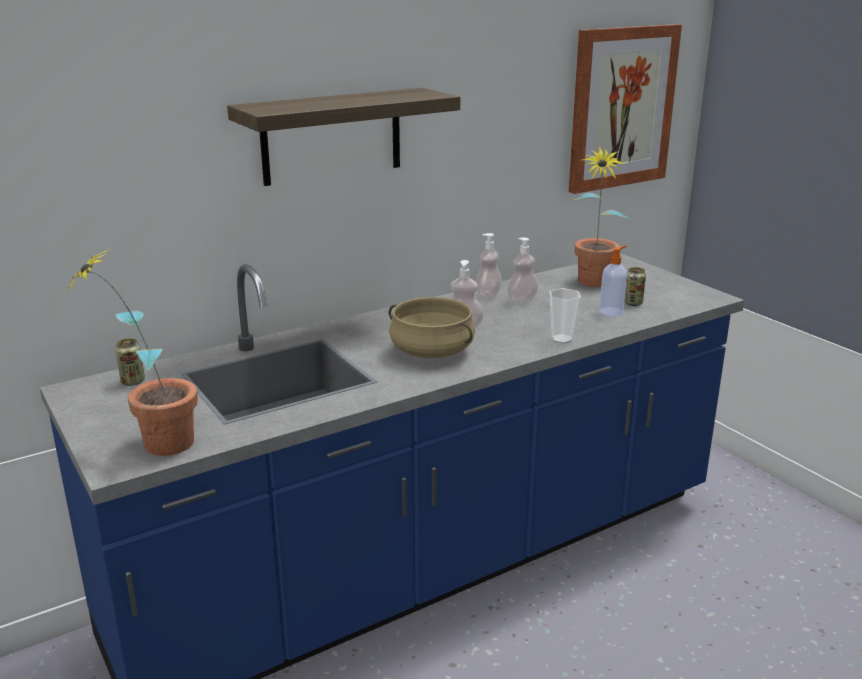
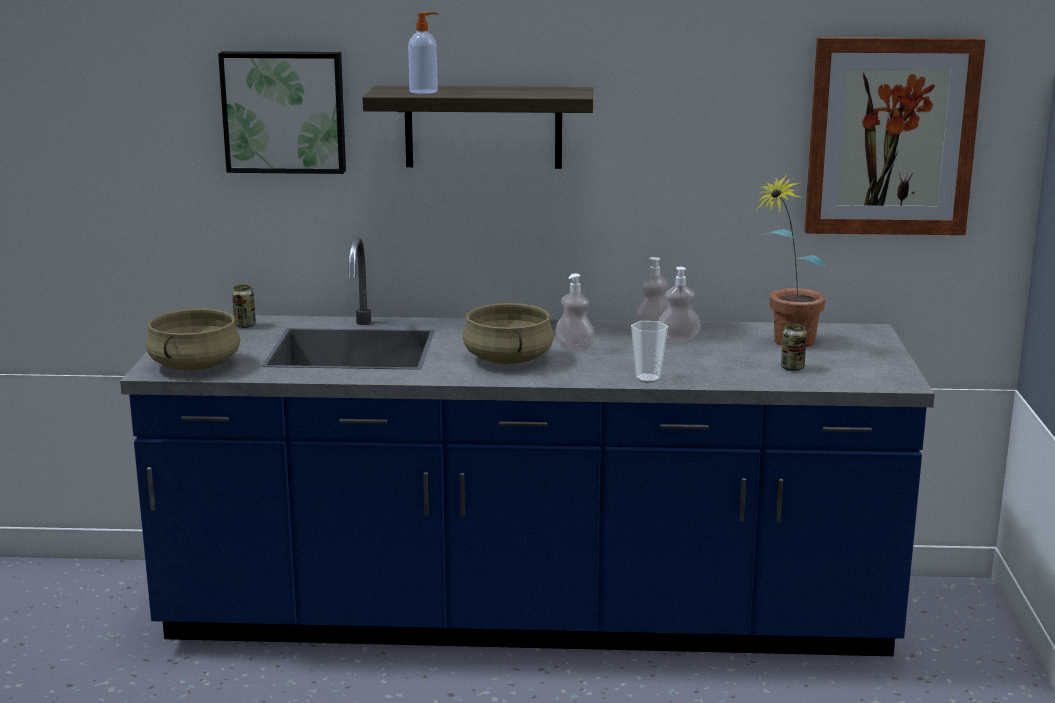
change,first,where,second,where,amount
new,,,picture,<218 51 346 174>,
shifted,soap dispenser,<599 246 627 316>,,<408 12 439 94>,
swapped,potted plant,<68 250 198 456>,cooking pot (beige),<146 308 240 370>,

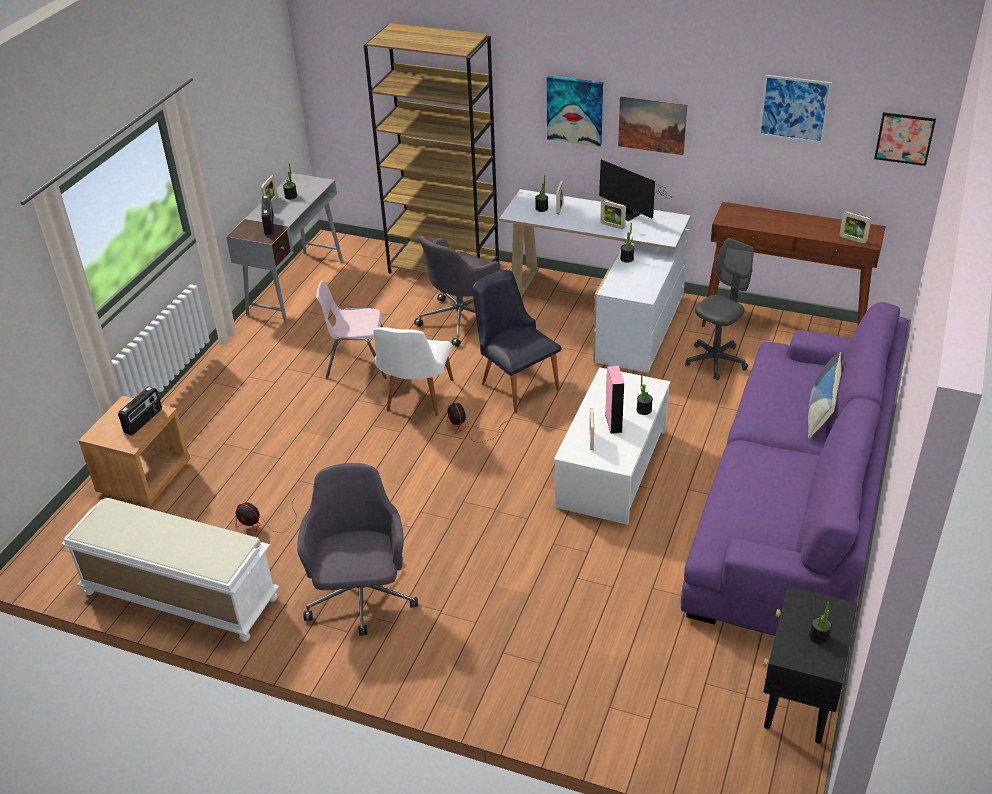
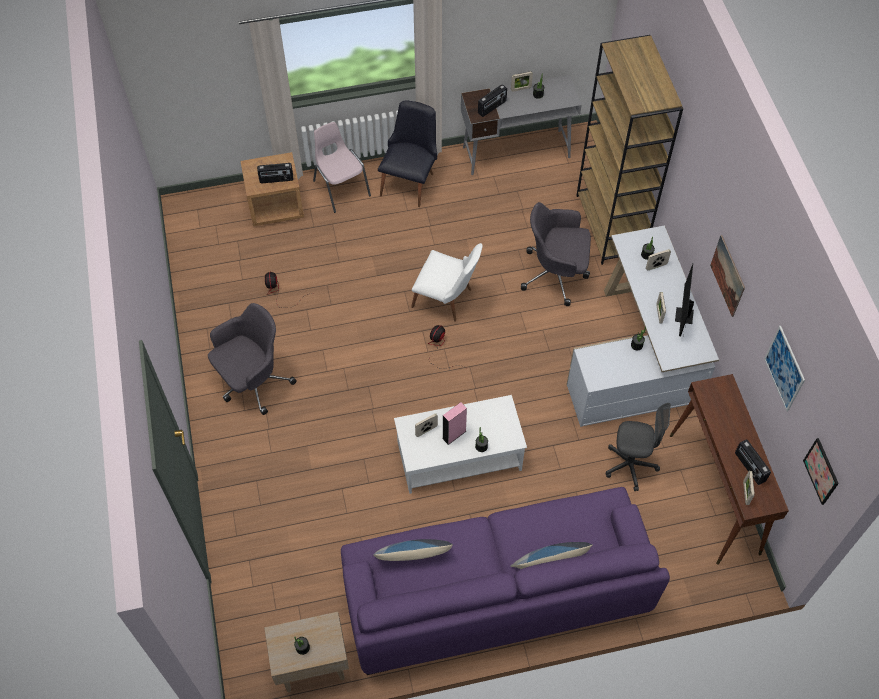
change,first,where,second,where,amount
gone,bench (white),<61 498 279 642>,,,
gone,picture,<547 75 603 147>,,,
new,,,pillow,<373 539 453 561>,
new,,,radio,<735 439 771 485>,
shifted,chair (pink),<316 281 387 379>,,<313 122 371 213>,
shifted,chair (black),<472 270 561 414>,,<378 100 437 207>,
repainted,side table (black),<763 586 857 744>,side table (beige),<264 612 349 692>,
rotated,chair (white),<373 327 453 416>,,<411 243 483 322>,135 degrees counterclockwise

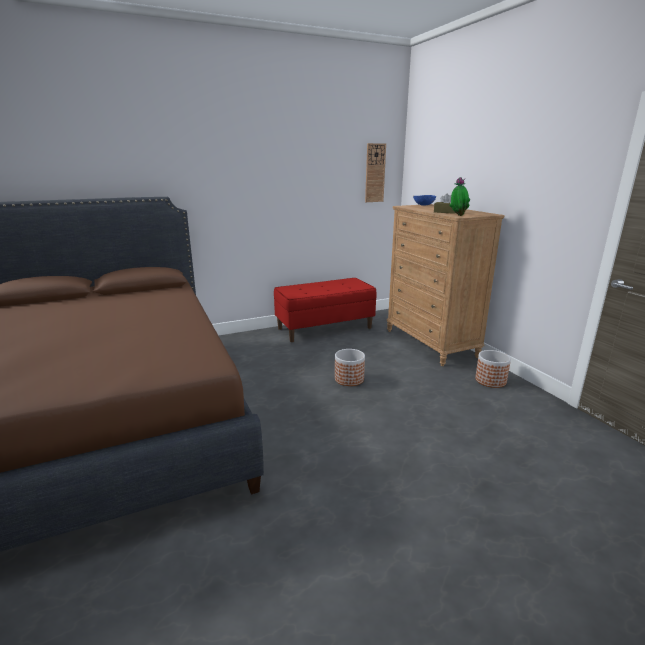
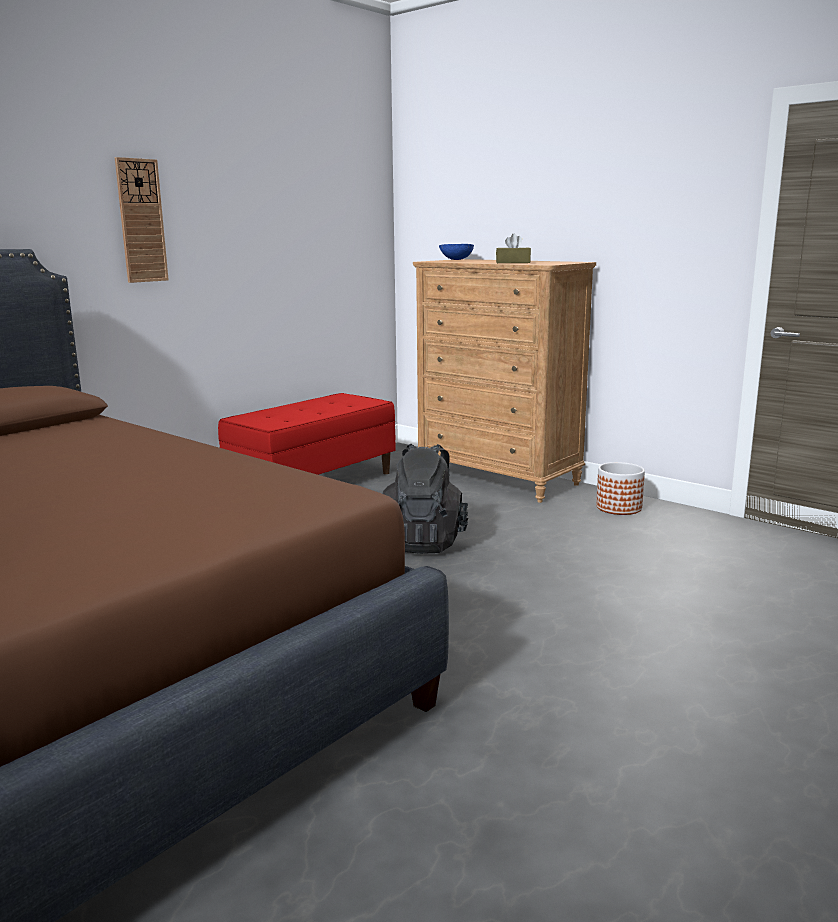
change,first,where,second,where,amount
gone,potted plant,<449 177 470 216>,,,
shifted,wall clock,<365 143 386 202>,,<115 157 169 283>,
swapped,planter,<335 349 365 386>,backpack (black),<383 444 469 554>,

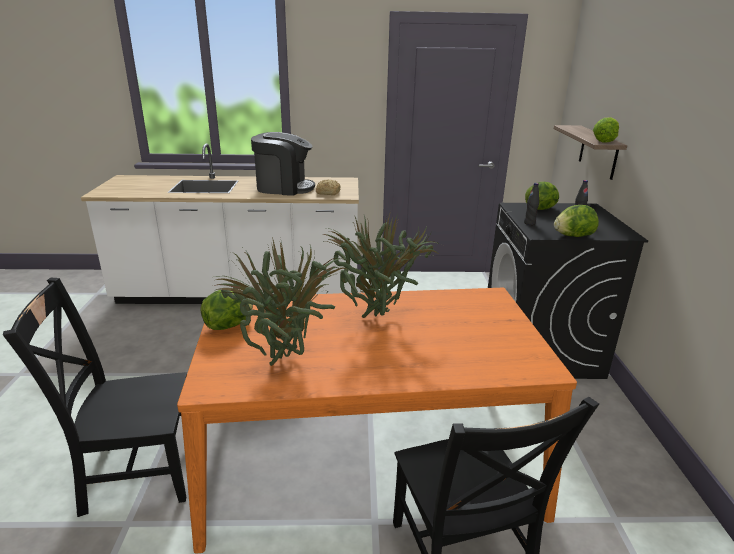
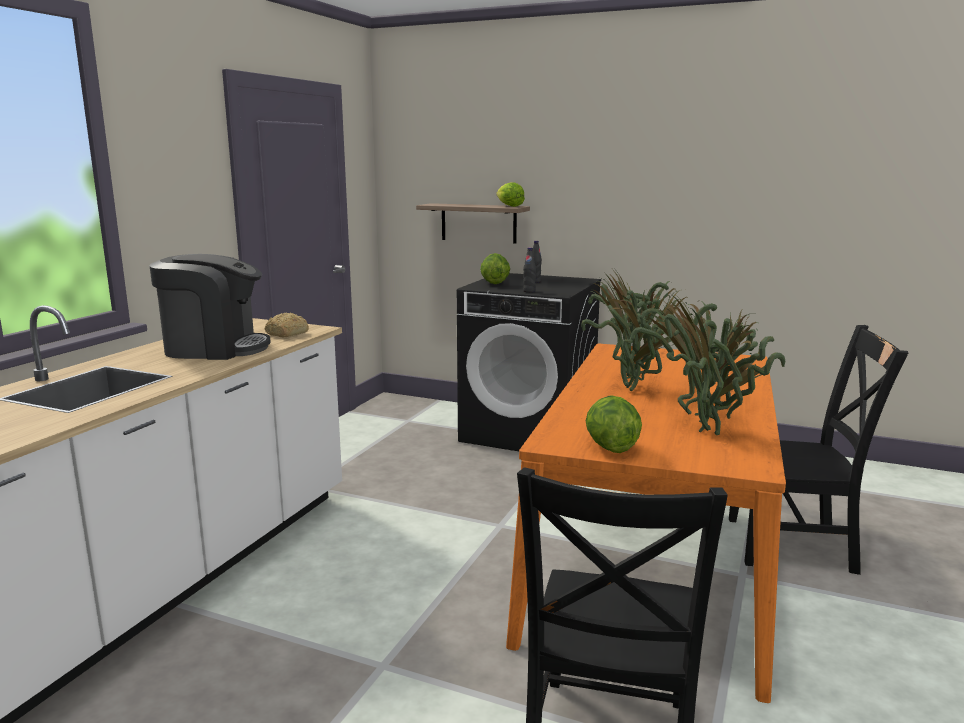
change,first,where,second,where,amount
gone,lettuce,<554 205 599 237>,,,
rotated,coffee machine,<251 132 315 196>,,<149 254 271 360>,60 degrees clockwise

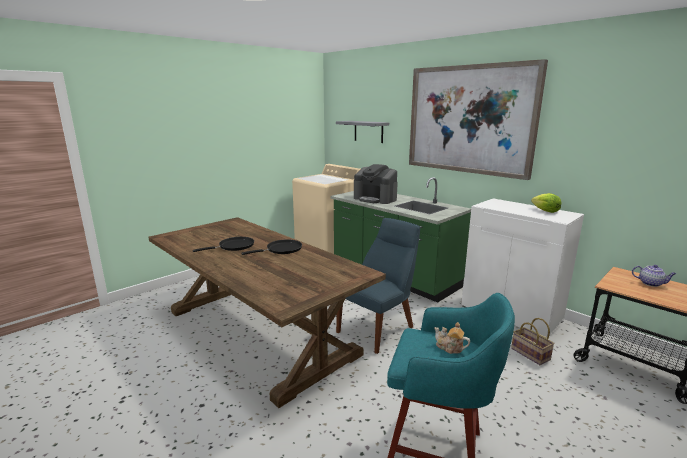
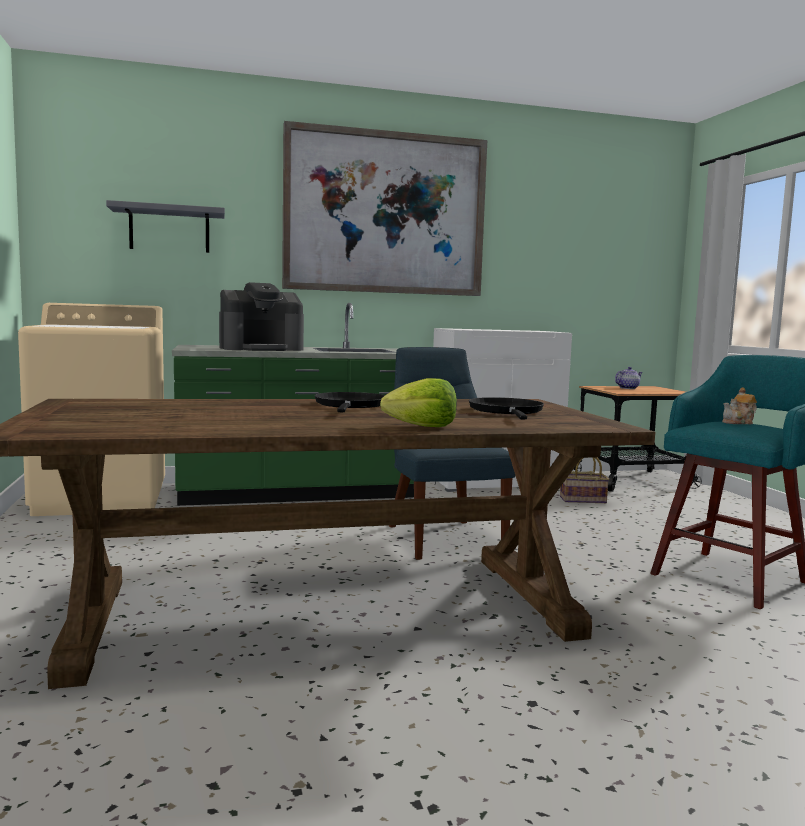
change,first,where,second,where,amount
shifted,frying pan (black),<193 237 254 252>,,<469 397 544 419>,
shifted,lettuce,<531 193 561 213>,,<380 378 457 427>,

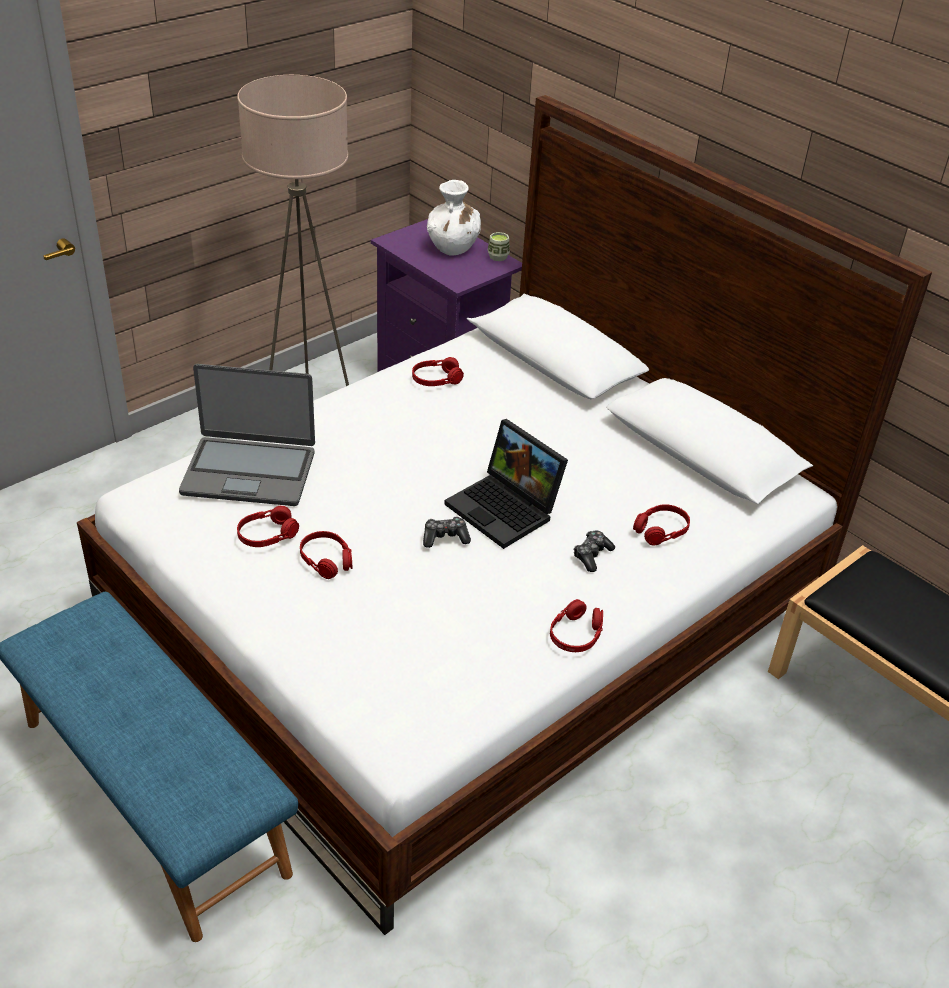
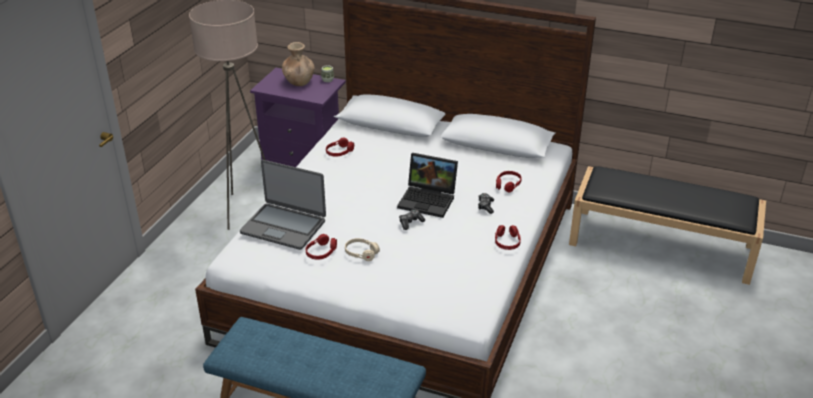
change,first,where,second,where,amount
repainted,headphones (red),<300 531 352 579>,headphones (beige),<345 238 380 261>,
repainted,vase (white),<427 180 481 256>,vase (brown),<282 42 315 86>,
rotated,laptop,<179 364 315 506>,,<240 160 326 250>,45 degrees clockwise

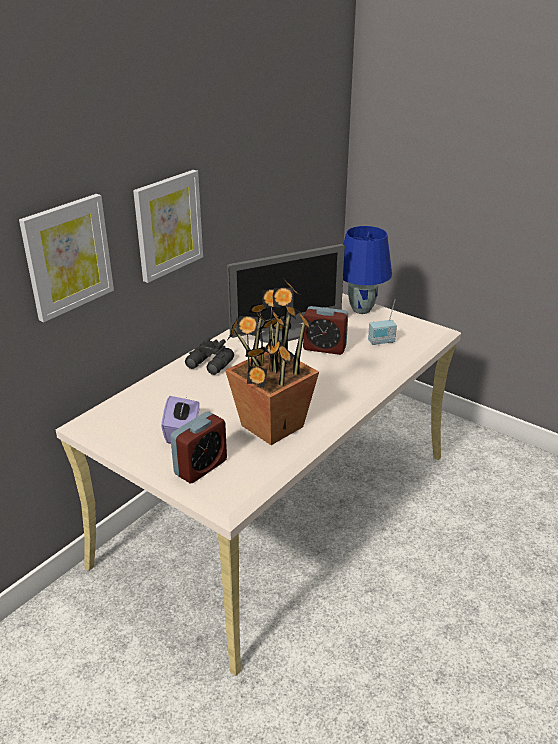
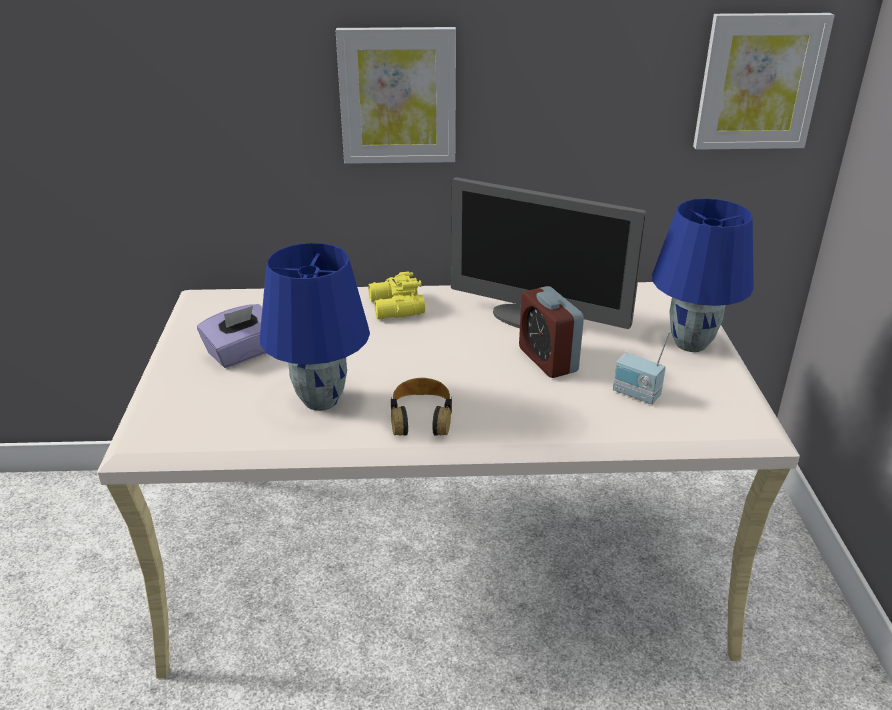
change,first,where,second,where,amount
gone,alarm clock,<170 412 227 483>,,,
new,,,headphones,<391 378 452 436>,
shifted,picture,<19 194 114 322>,,<693 13 835 150>,
swapped,potted plant,<225 281 319 445>,table lamp (blue),<260 243 370 411>,
repainted,binoculars (black),<185 338 234 375>,binoculars (yellow),<368 271 425 319>,

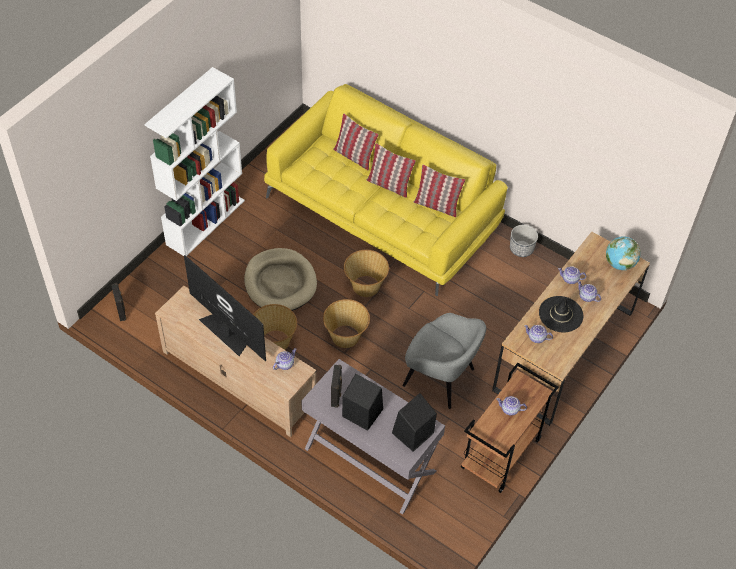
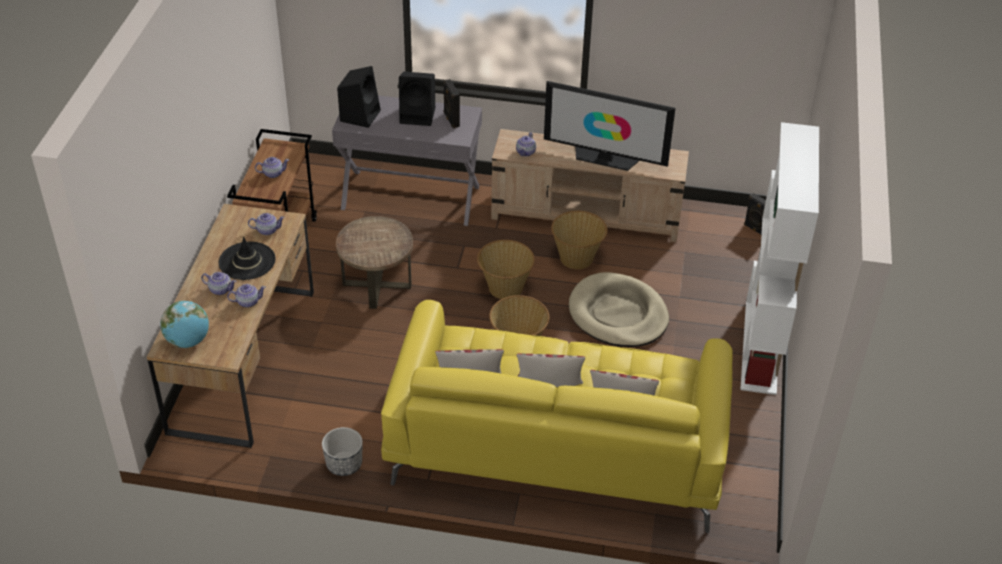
change,first,where,second,where,amount
swapped,armchair (grey),<402 313 486 409>,side table (brown),<336 216 413 309>,

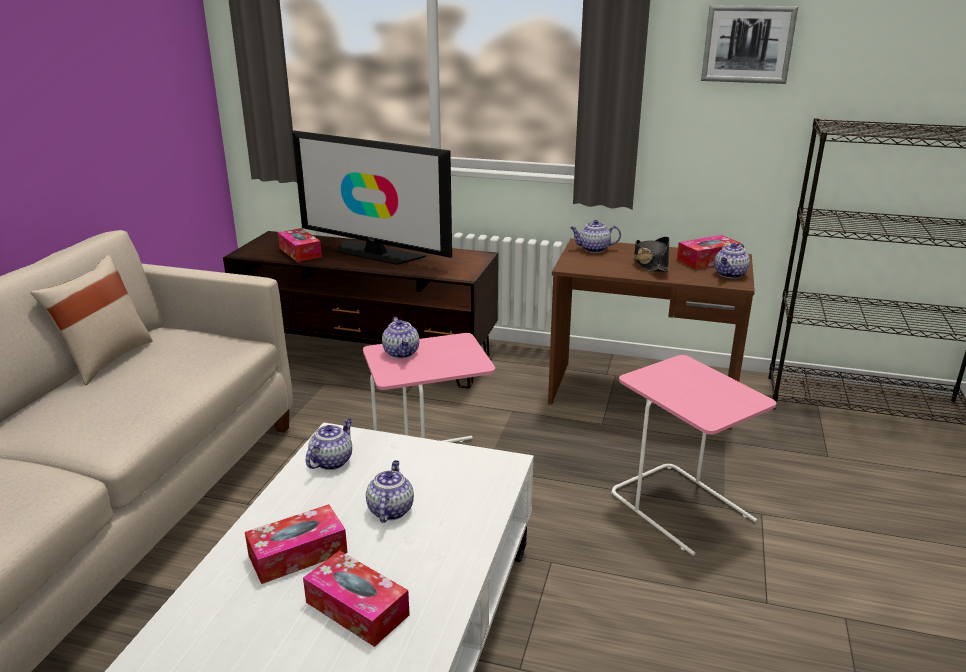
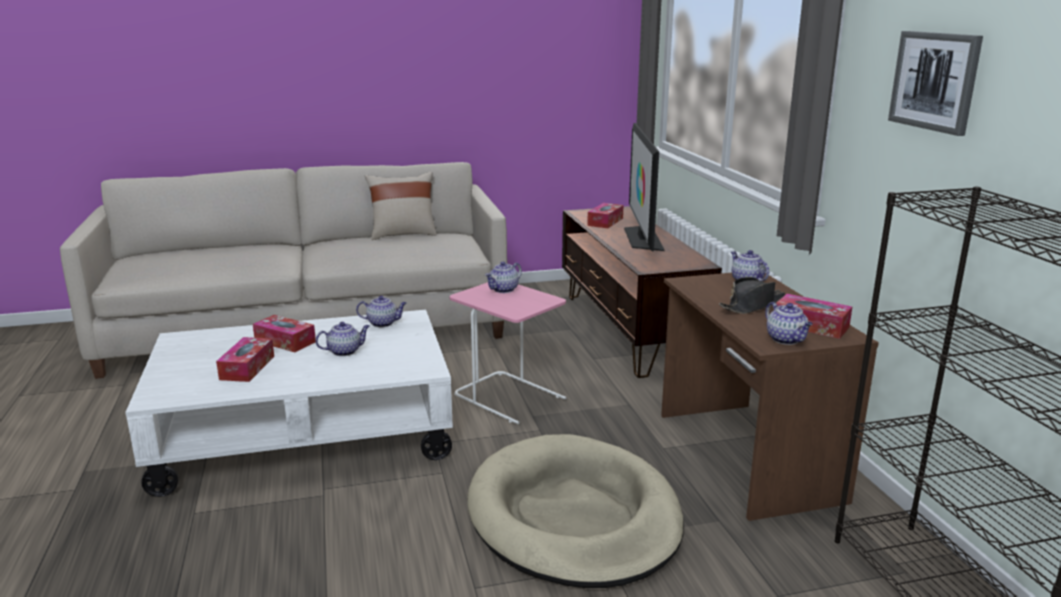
change,first,where,second,where,amount
swapped,side table (pink),<611 355 777 556>,dog bed (beige),<467 434 684 588>,
rotated,teapot,<714 243 750 278>,,<765 302 813 345>,120 degrees counterclockwise

